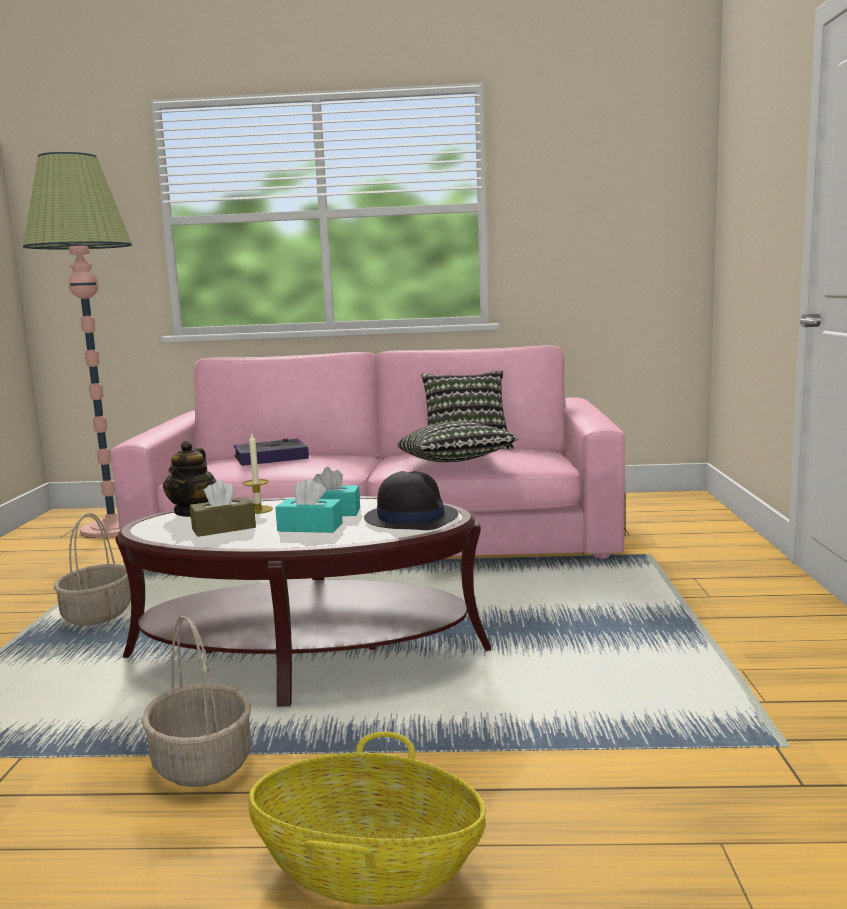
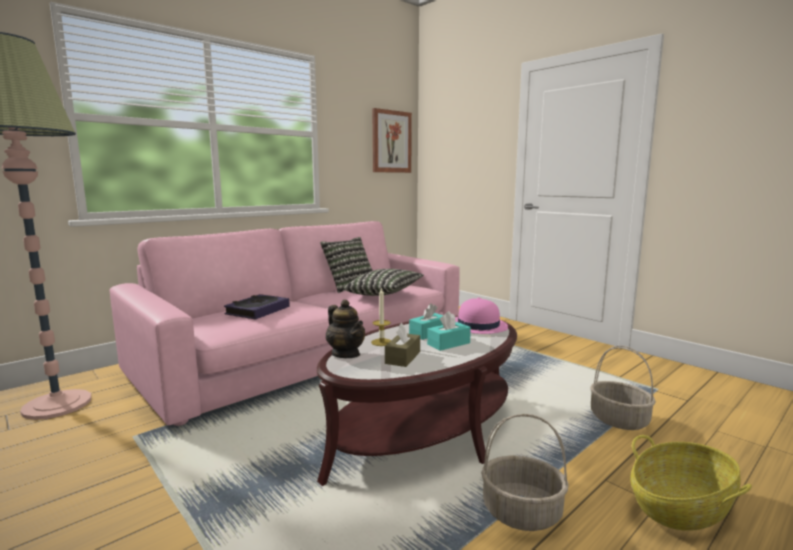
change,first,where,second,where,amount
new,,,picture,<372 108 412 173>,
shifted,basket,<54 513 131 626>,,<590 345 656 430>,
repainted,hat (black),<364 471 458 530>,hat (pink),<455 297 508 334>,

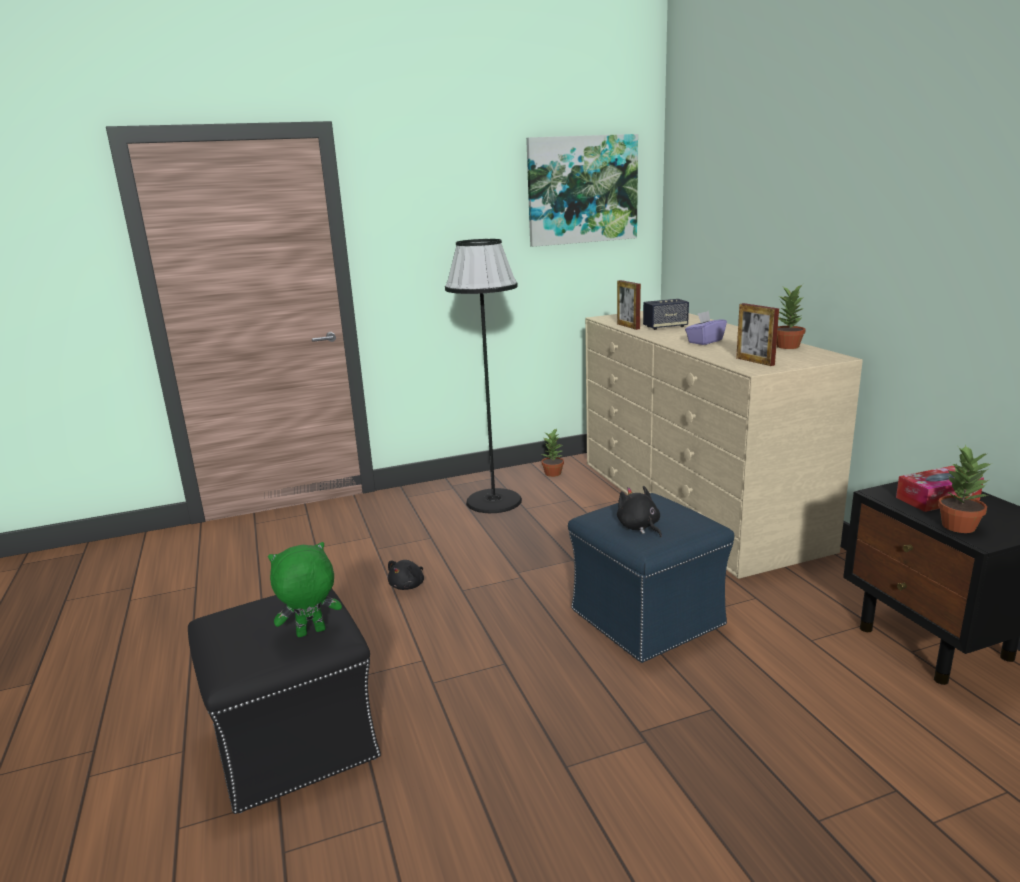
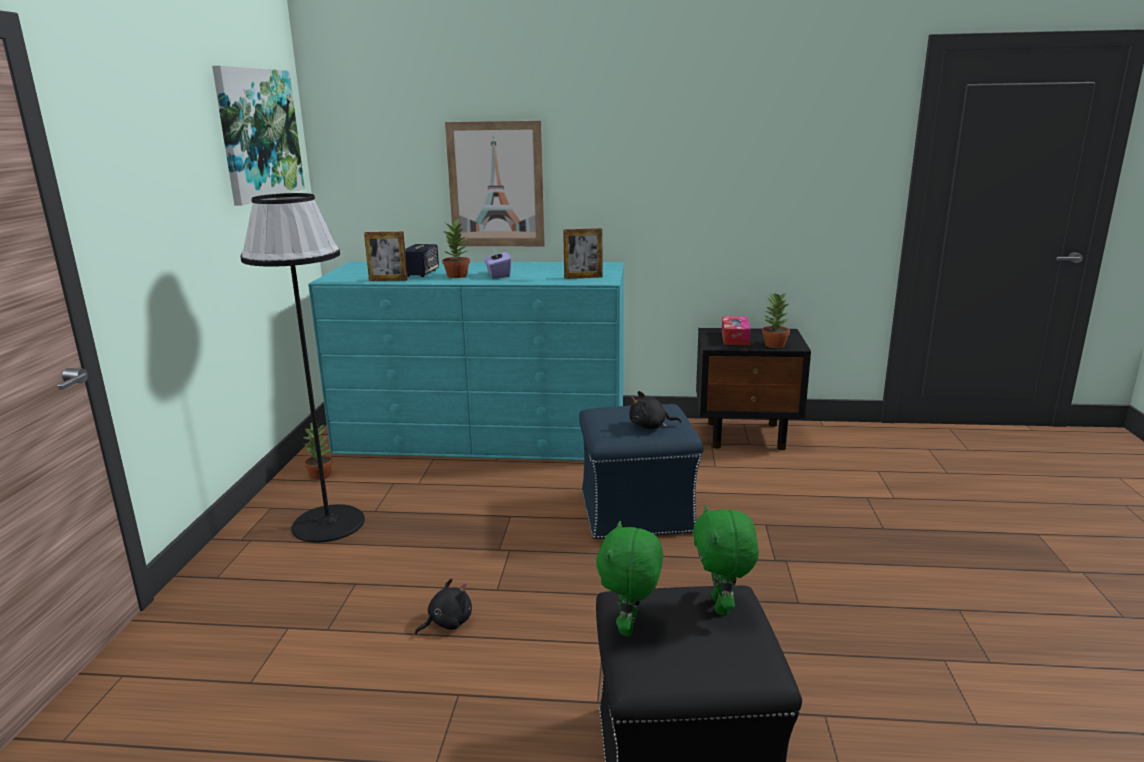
change,first,where,second,where,amount
new,,,picture,<445 121 545 246>,
new,,,plush toy (green),<596 521 663 636>,
shifted,potted plant,<776 284 806 349>,,<442 218 470 278>,
repainted,dresser (beige),<585 311 863 579>,dresser (turquoise),<308 261 624 461>,
rotated,plush toy (black),<388 560 424 590>,,<415 578 472 635>,90 degrees counterclockwise

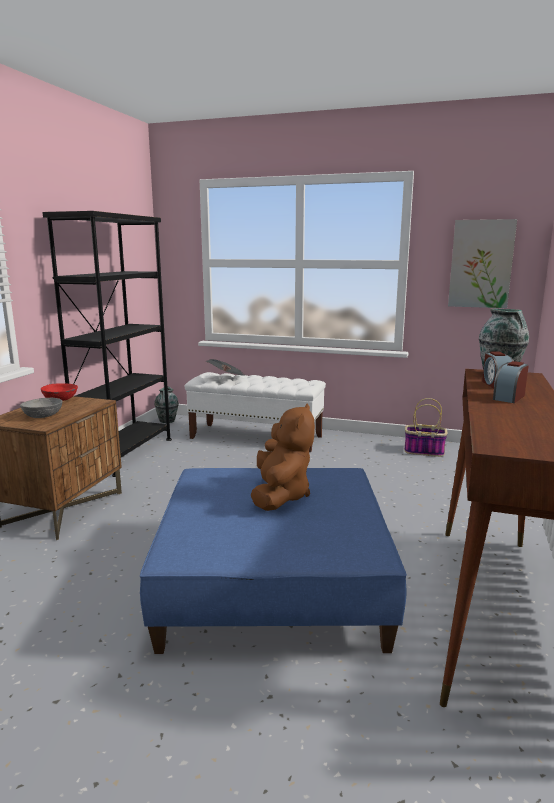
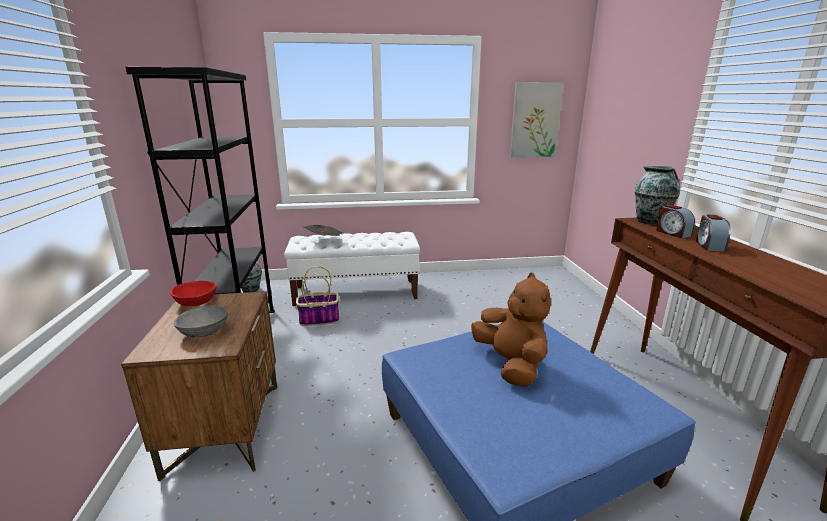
change,first,where,second,where,amount
shifted,basket,<404 398 447 457>,,<296 266 339 326>,

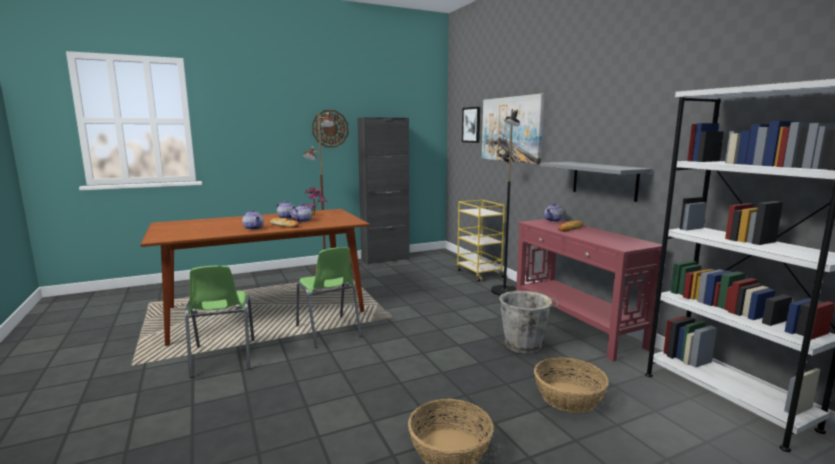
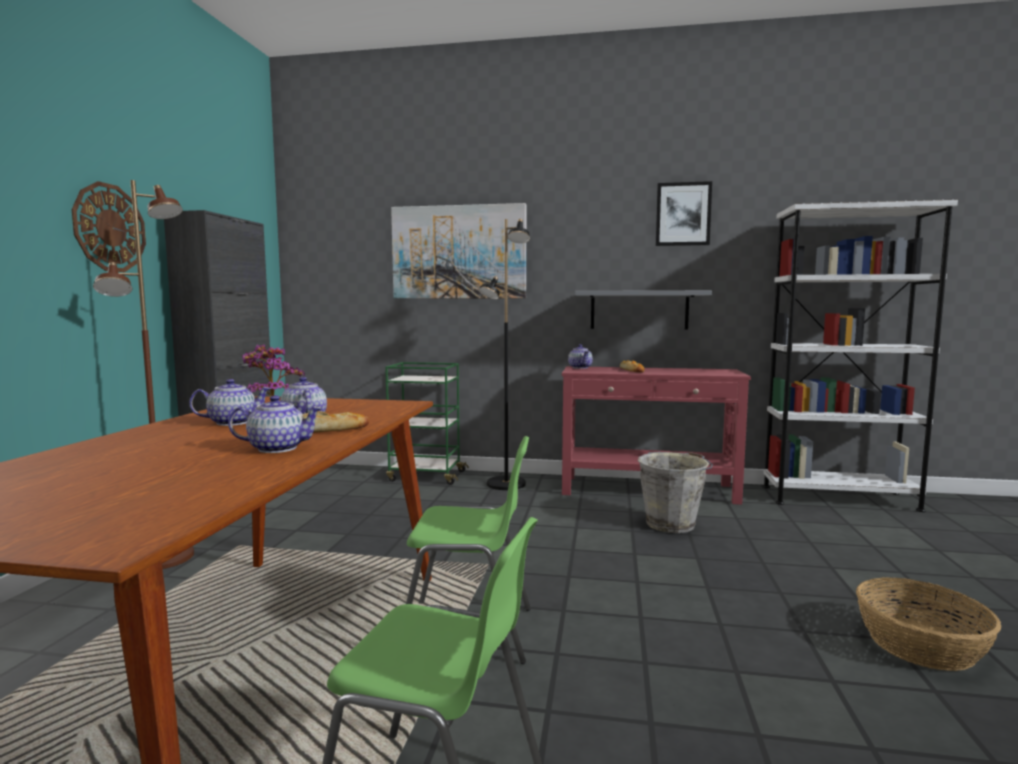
change,first,where,second,where,amount
gone,basket,<534 357 609 413>,,,
shifted,picture,<462 107 480 143>,,<656 181 712 246>,
repainted,cart (yellow),<456 200 505 282>,cart (green),<385 362 469 485>,

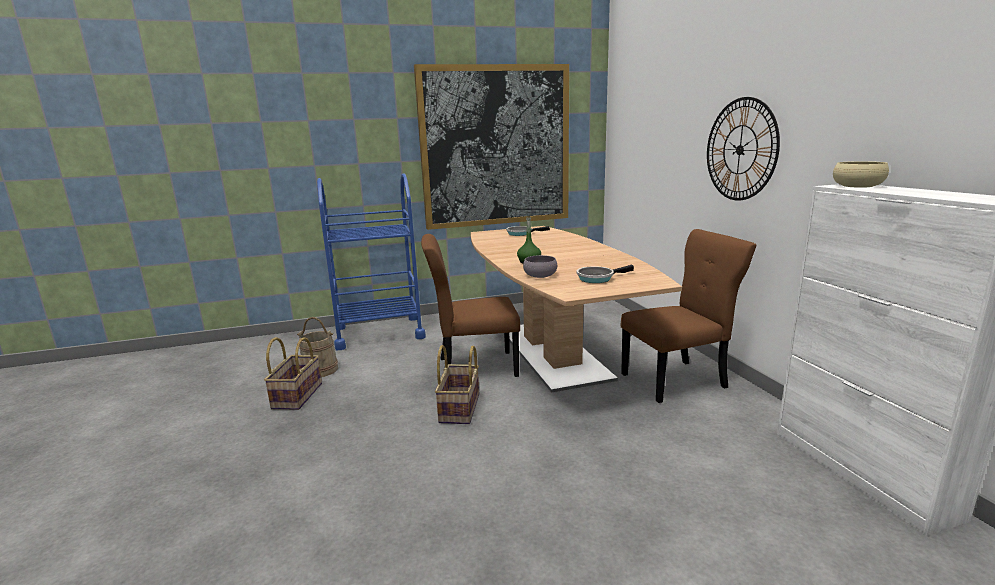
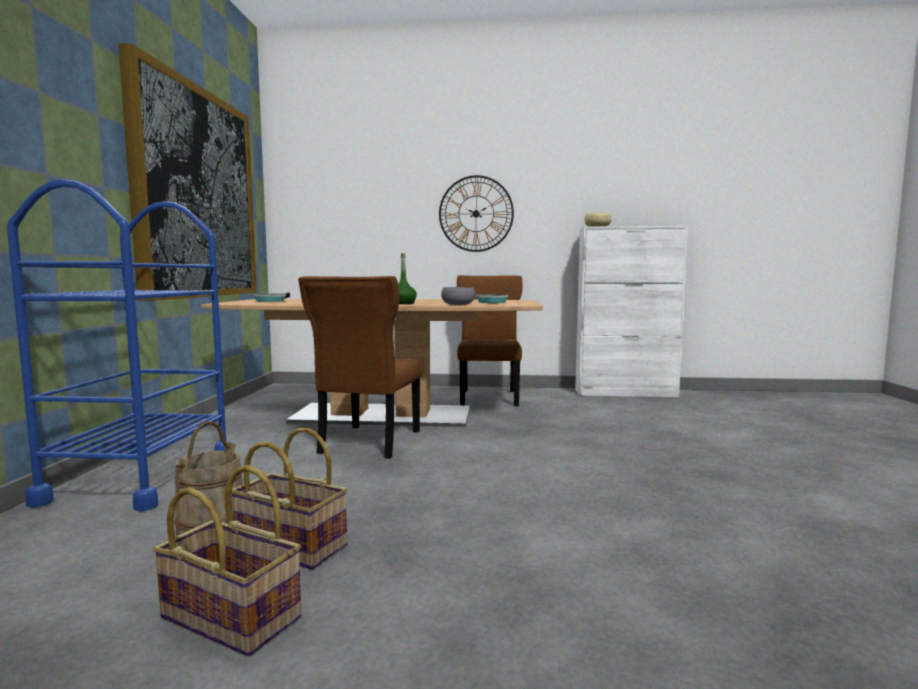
change,first,where,second,where,amount
shifted,basket,<435 345 479 424>,,<153 465 302 656>,

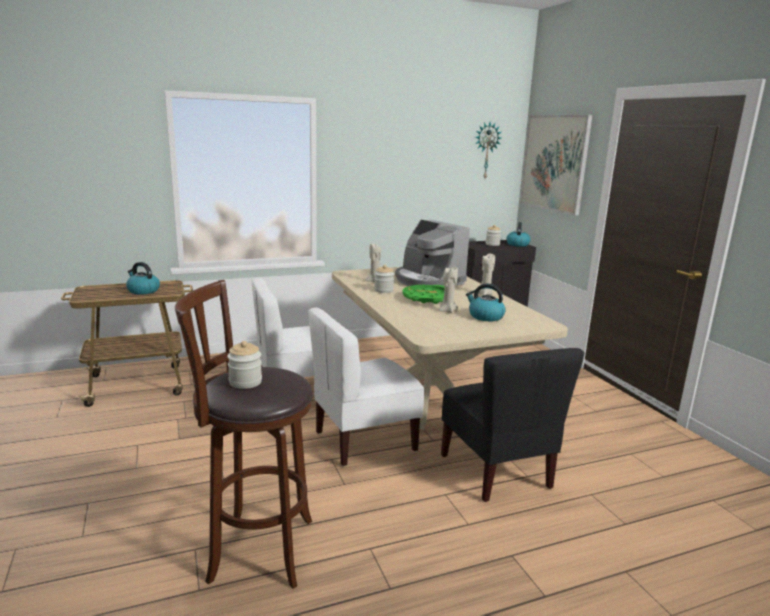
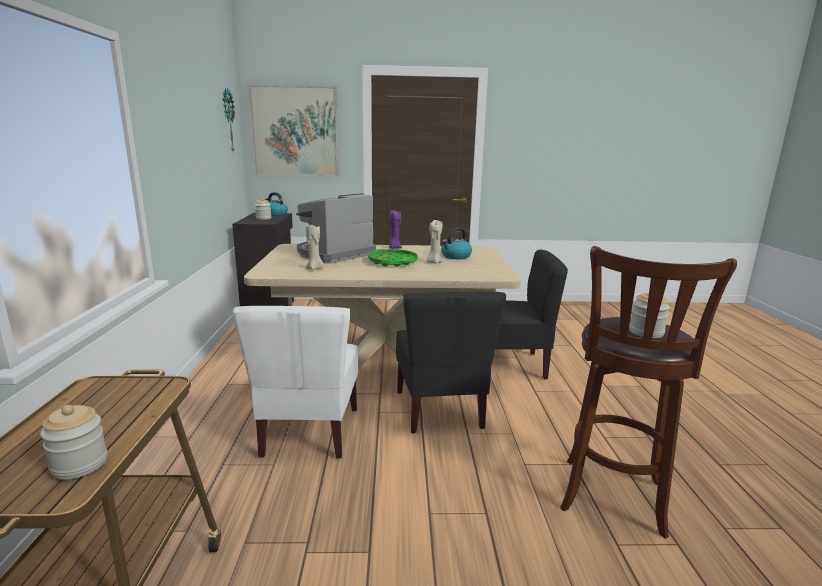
change,first,where,second,where,amount
gone,kettle,<126 262 160 294>,,,
shifted,jar,<374 265 394 293>,,<40 405 107 479>,
repainted,chair (white),<308 307 424 466>,chair (black),<396 291 506 433>,
repainted,candle (beige),<478 253 495 295>,candle (purple),<389 210 402 249>,
rotated,coffee machine,<395 220 470 286>,,<296 193 376 264>,150 degrees clockwise

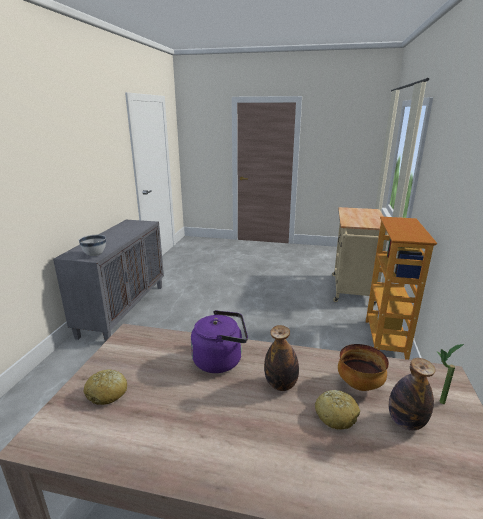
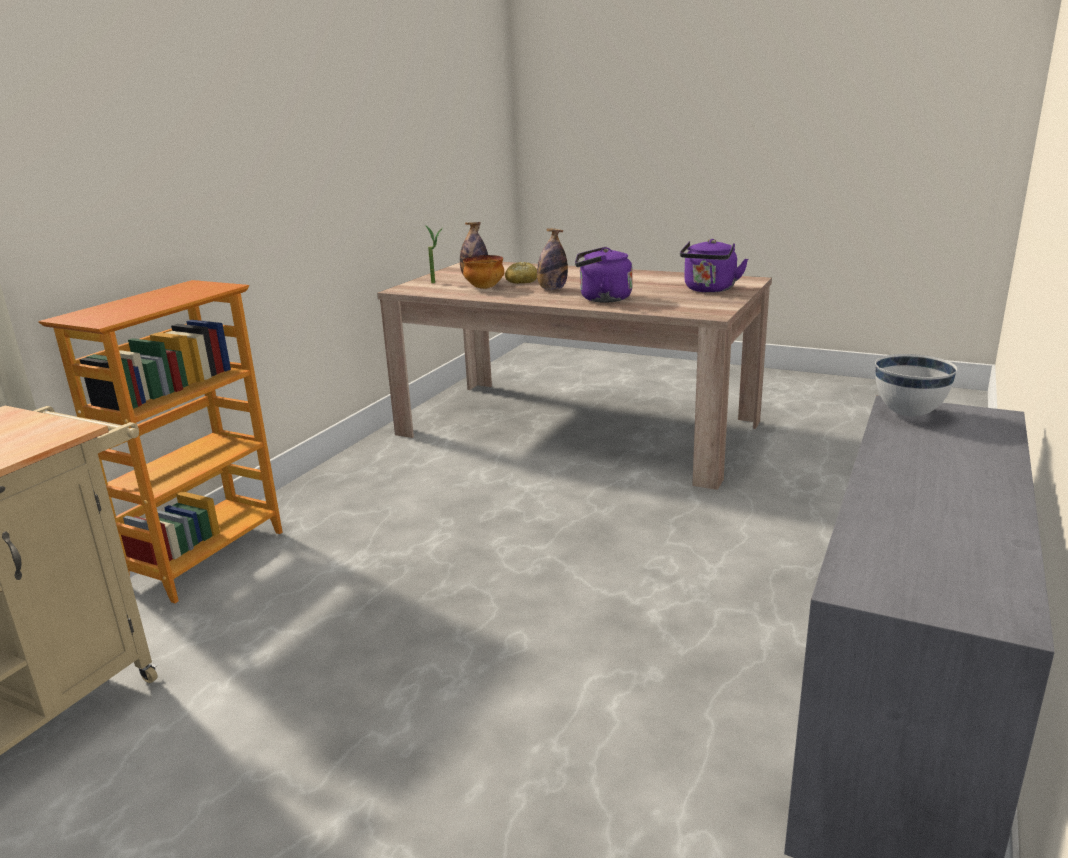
change,first,where,second,where,amount
swapped,bread,<83 369 127 405>,kettle (purple),<680 239 748 293>,

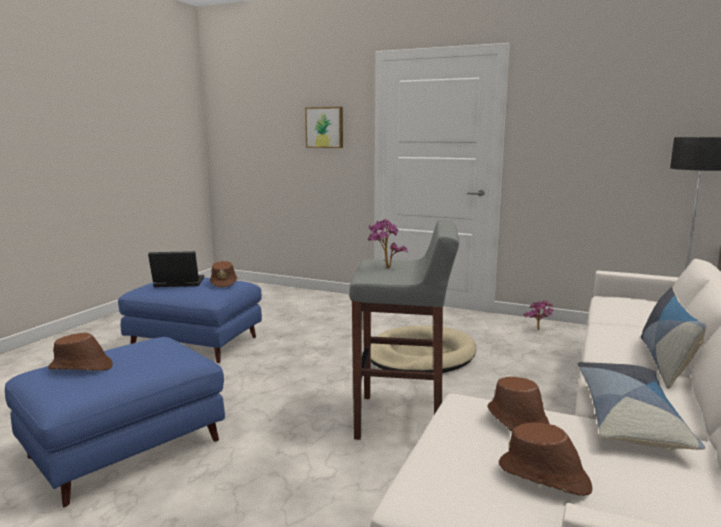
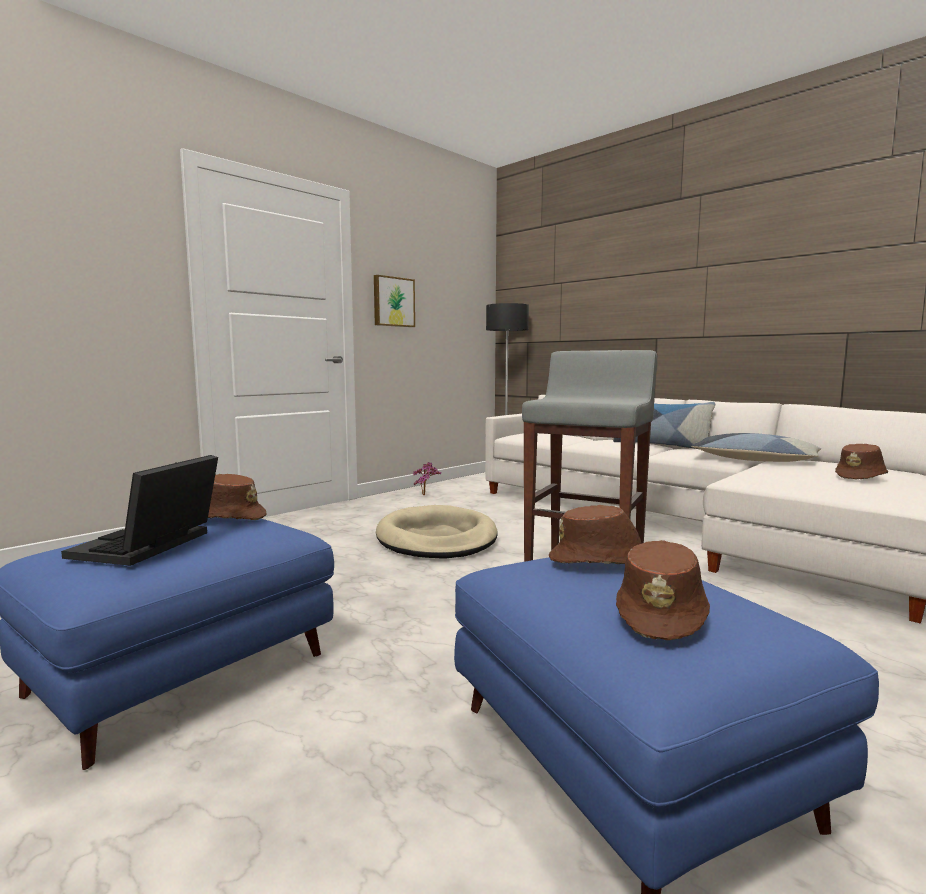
change,first,where,second,where,amount
gone,potted plant,<368 219 408 268>,,,
shifted,picture,<305 107 343 148>,,<374 275 415 327>,
shifted,hat (brown),<488 377 550 431>,,<549 505 642 564>,

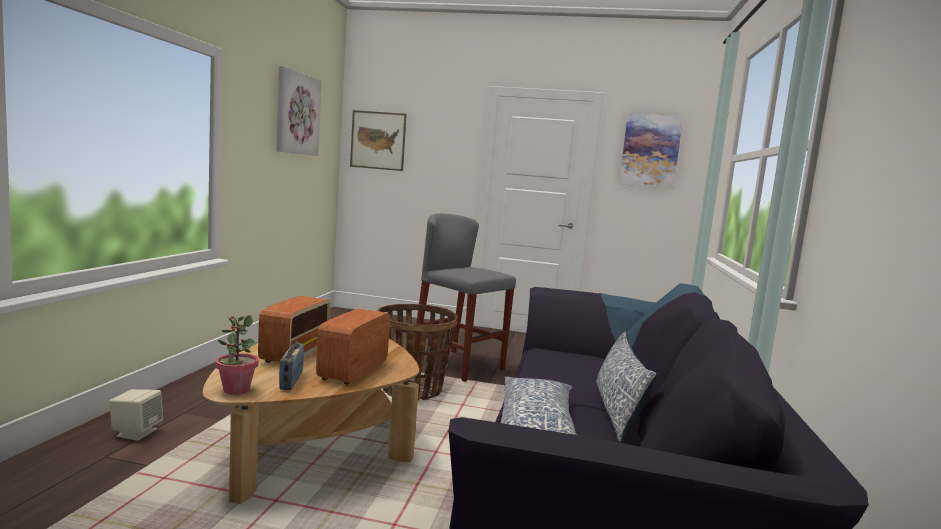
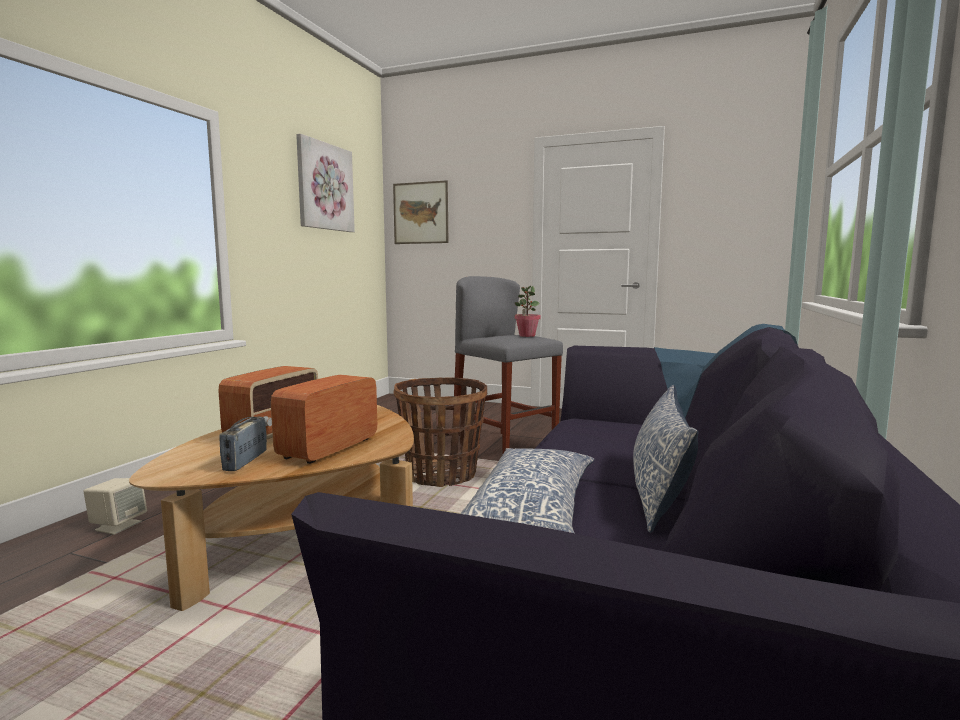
change,first,where,second,where,amount
gone,picture,<619 113 683 189>,,,
shifted,potted plant,<215 315 259 395>,,<514 286 541 337>,

